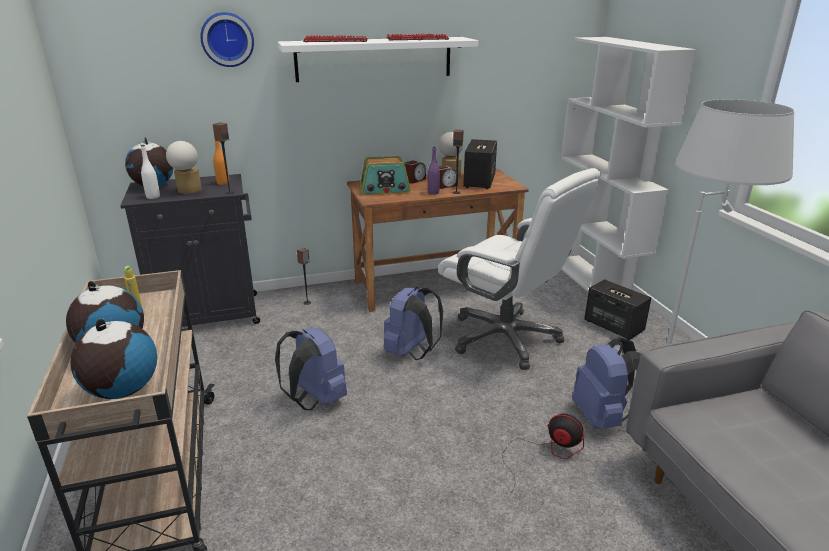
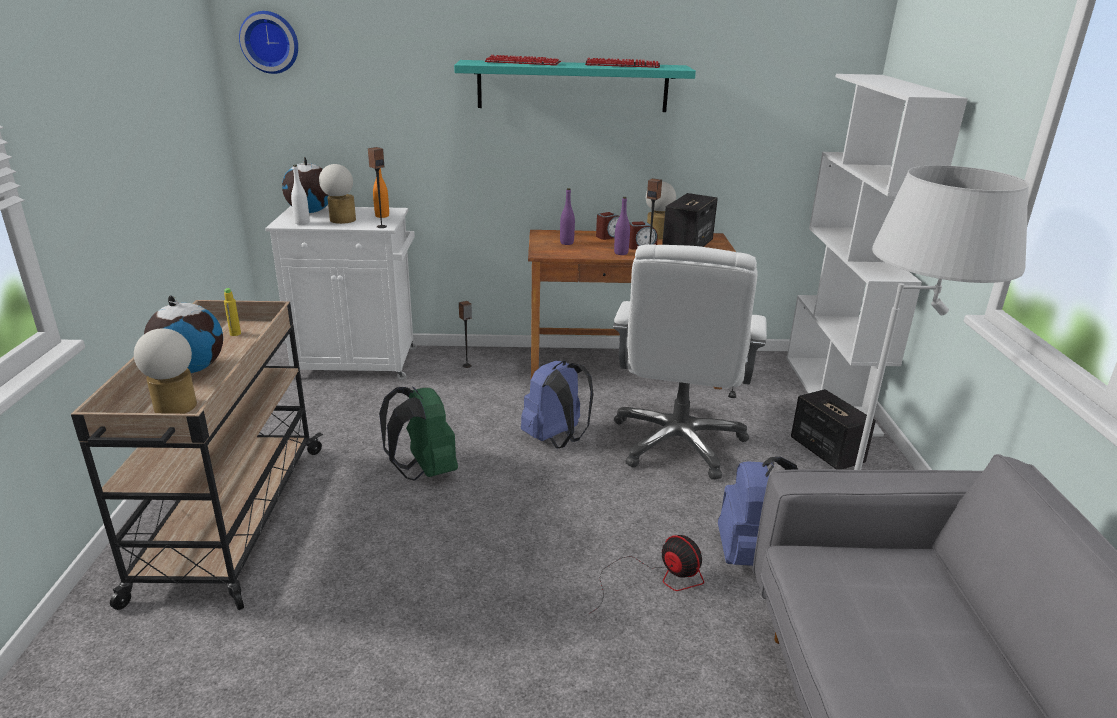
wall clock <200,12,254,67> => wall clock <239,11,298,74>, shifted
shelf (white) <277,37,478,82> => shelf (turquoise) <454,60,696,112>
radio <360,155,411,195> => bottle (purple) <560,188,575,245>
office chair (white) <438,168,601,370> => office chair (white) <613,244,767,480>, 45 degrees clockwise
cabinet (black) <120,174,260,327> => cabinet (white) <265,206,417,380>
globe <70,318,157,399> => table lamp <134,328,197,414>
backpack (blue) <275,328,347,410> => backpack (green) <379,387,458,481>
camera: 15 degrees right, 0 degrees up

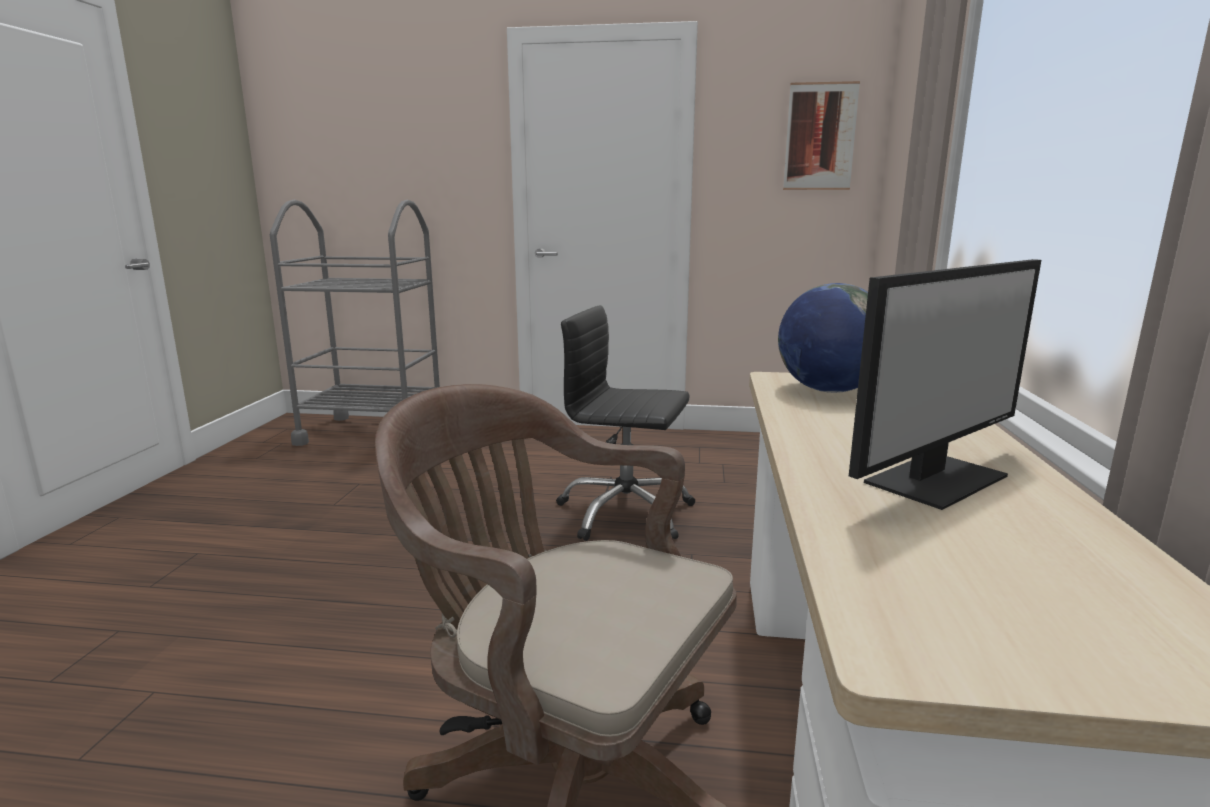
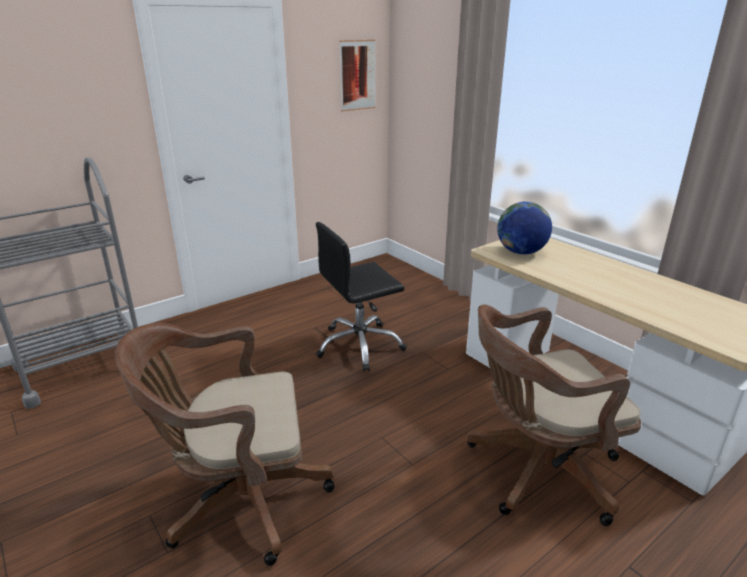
monitor <849,259,1041,510> => nothing
nothing => office chair (brown) <115,323,334,566>
camera: 45 degrees left, 10 degrees up

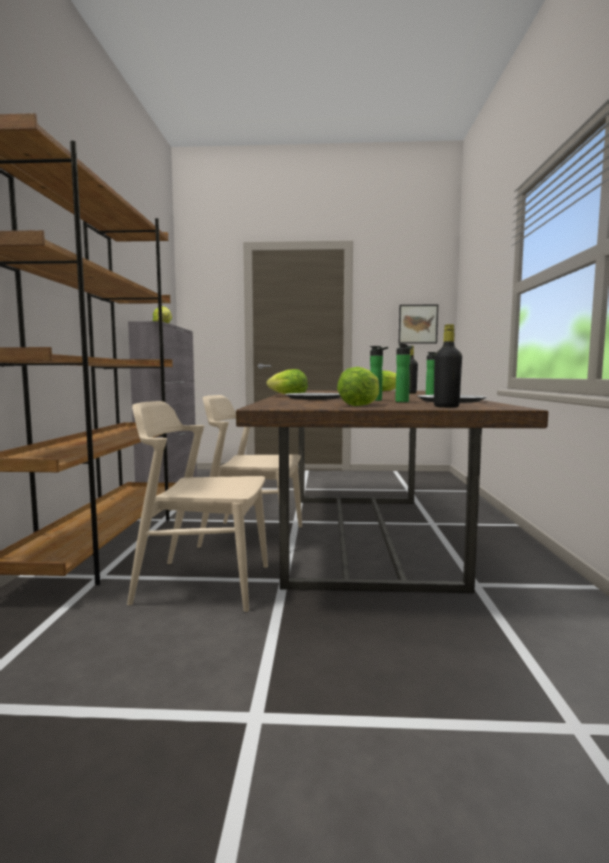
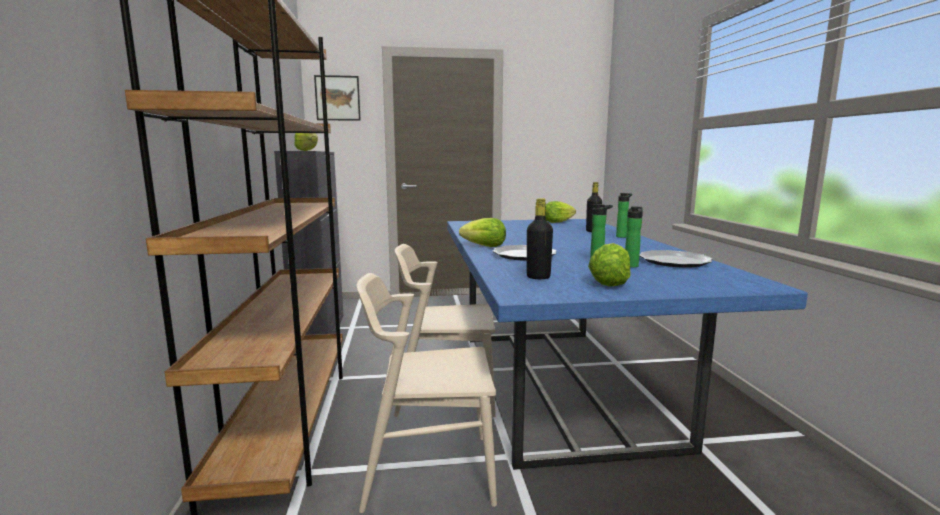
picture <399,305,438,344> => picture <314,75,361,121>, shifted
bottle (black) <434,324,462,408> => bottle (black) <526,198,553,279>, shifted
dining table (brown) <236,391,548,594> => dining table (blue) <447,219,808,470>
camera: 10 degrees left, 5 degrees up

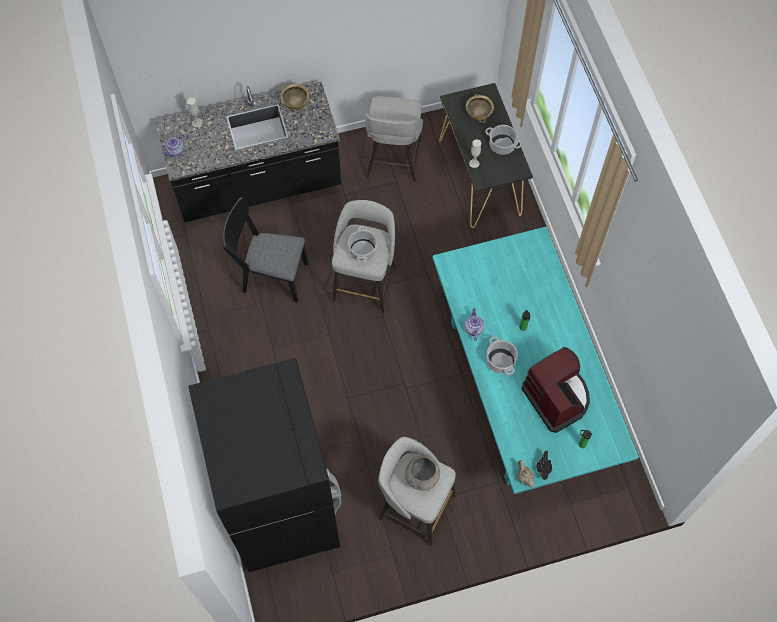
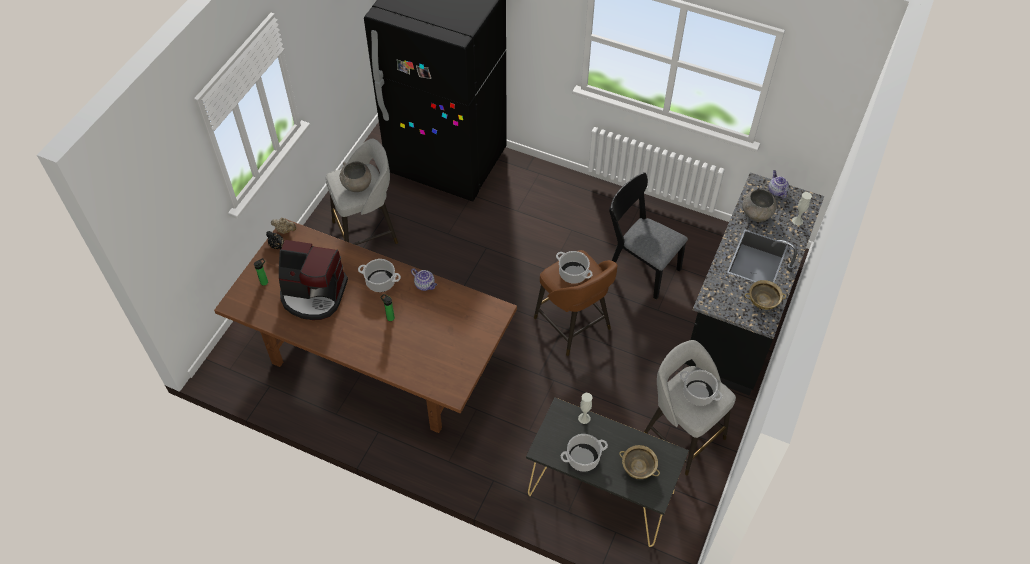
chair (black) <223,197,309,302> => chair (black) <609,172,688,300>, 105 degrees counterclockwise
stool (grey) <332,200,396,313> => stool (brown) <534,250,618,356>
dining table (turquoise) <433,227,639,494> => dining table (brown) <214,219,517,433>
nothing => bowl (grey) <742,189,777,222>
nothing => cooking pot <680,370,722,406>
camera: 130 degrees right, 10 degrees down

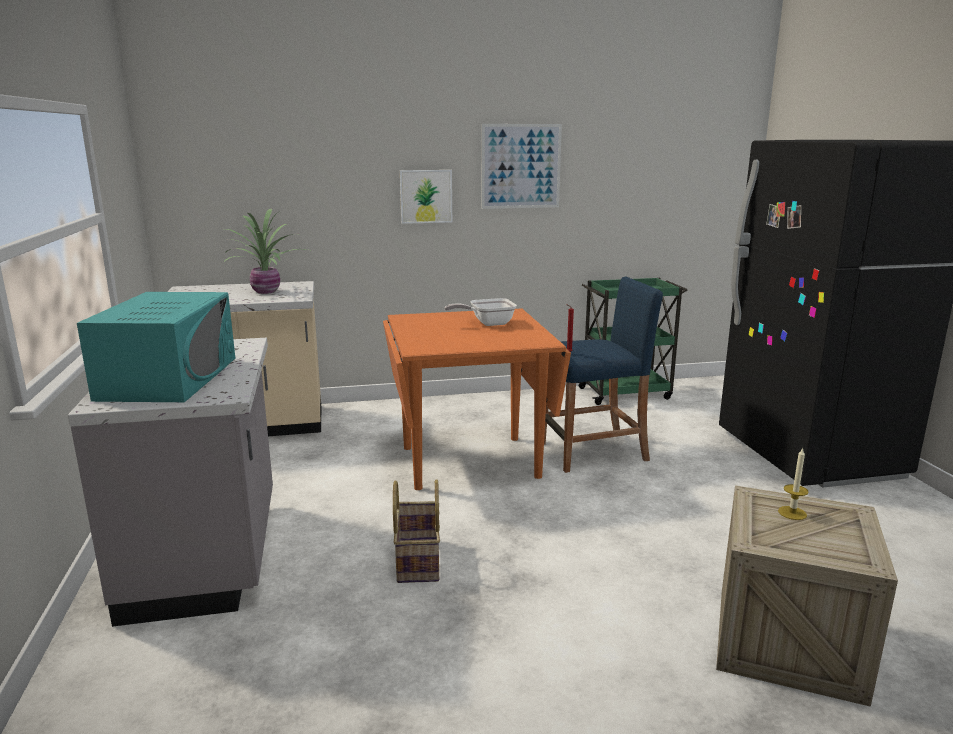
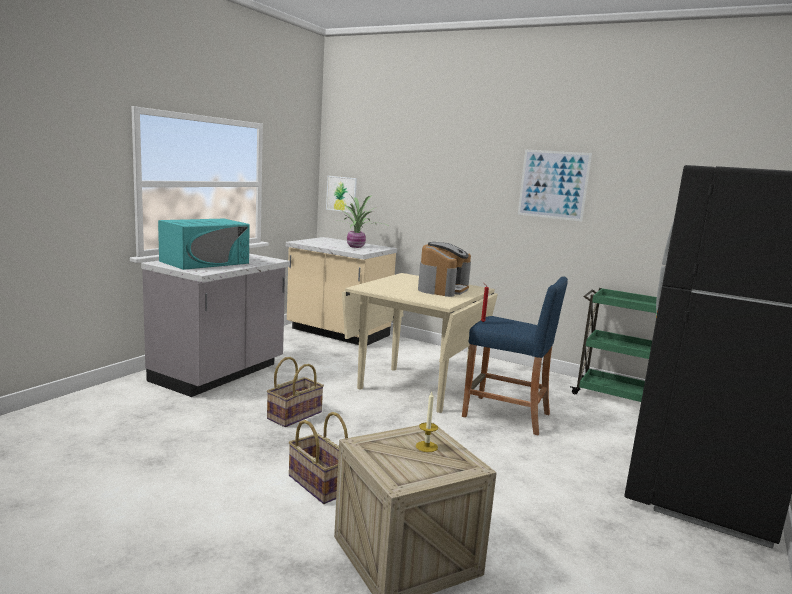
picture <400,170,452,224> => picture <326,176,357,212>, shifted
frying pan <444,298,517,326> => coffee machine <418,242,471,297>
dining table (orange) <383,308,571,490> => dining table (beige) <342,273,498,413>
nothing => basket <289,412,348,504>
camera: 40 degrees right, 5 degrees down

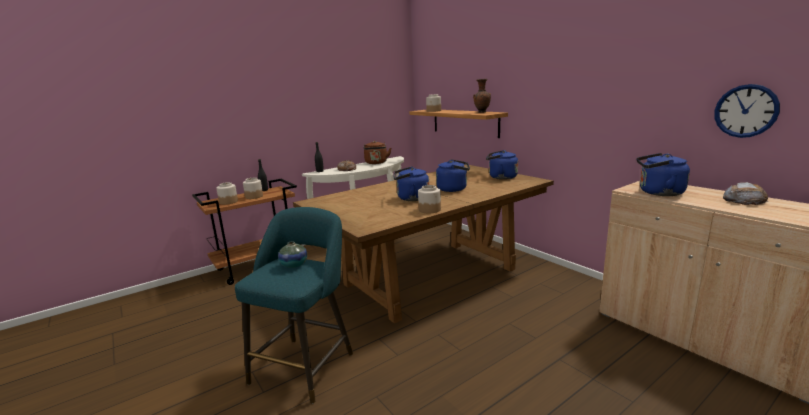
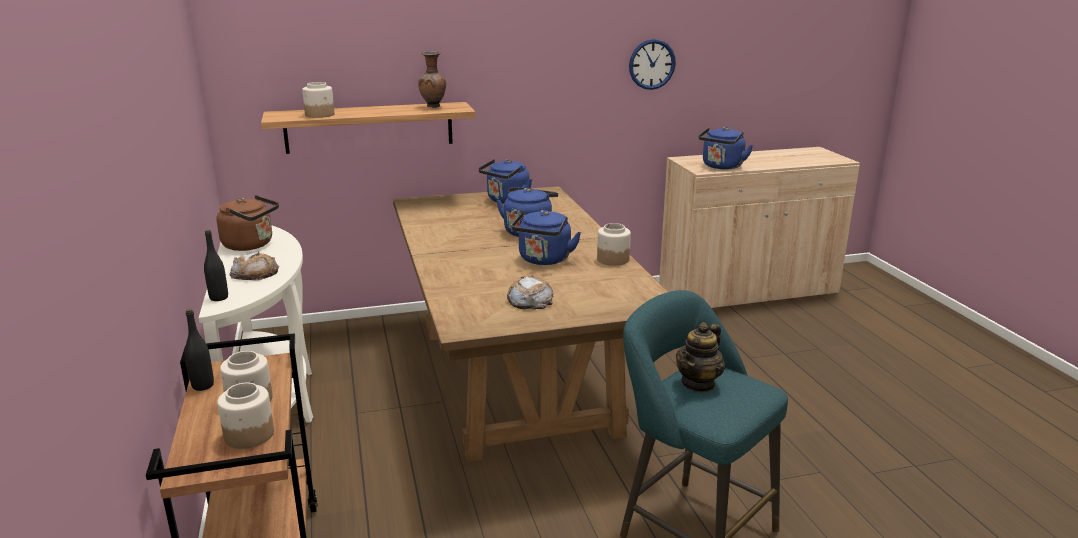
wall clock <714,84,780,138> => wall clock <629,39,676,90>, shifted
bread <723,182,768,205> => bread <507,275,554,310>, shifted
vase <278,241,307,268> => teapot <676,322,725,393>
camera: 70 degrees left, 5 degrees up

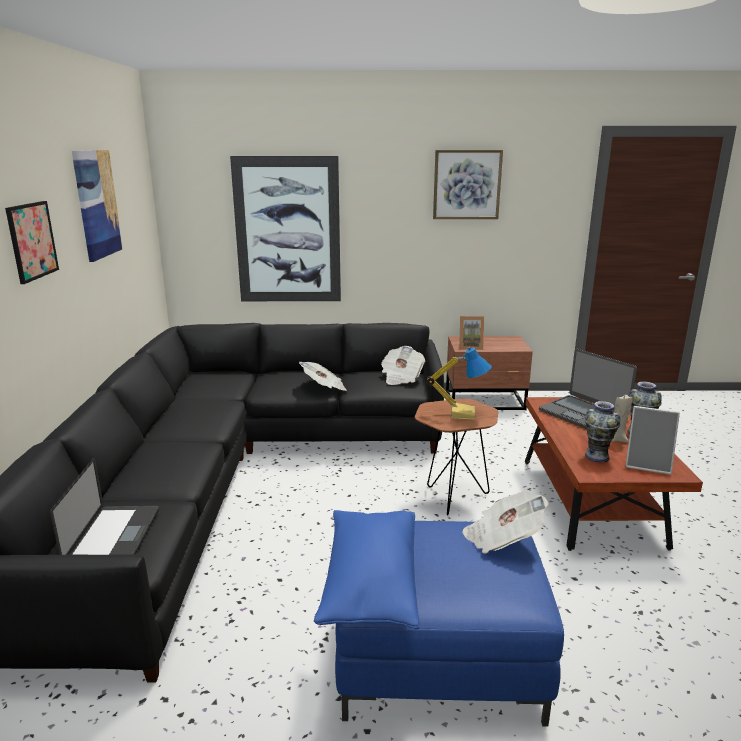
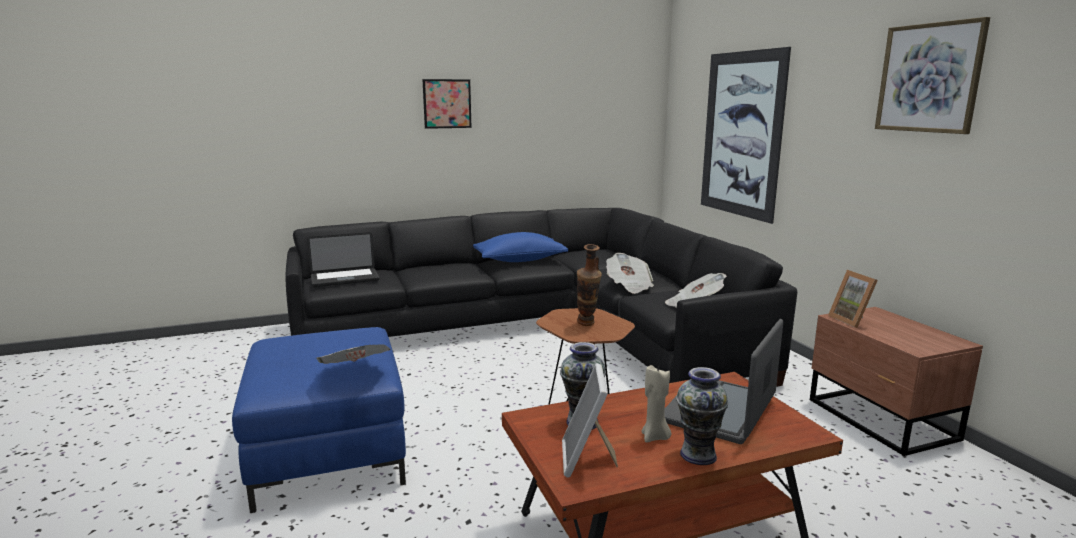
picture <72,150,123,262> => nothing
table lamp <427,347,492,420> => vase <577,244,602,326>
pillow (blue) <314,510,419,629> => pillow (blue) <473,232,568,262>, shifted
camera: 70 degrees right, 5 degrees down

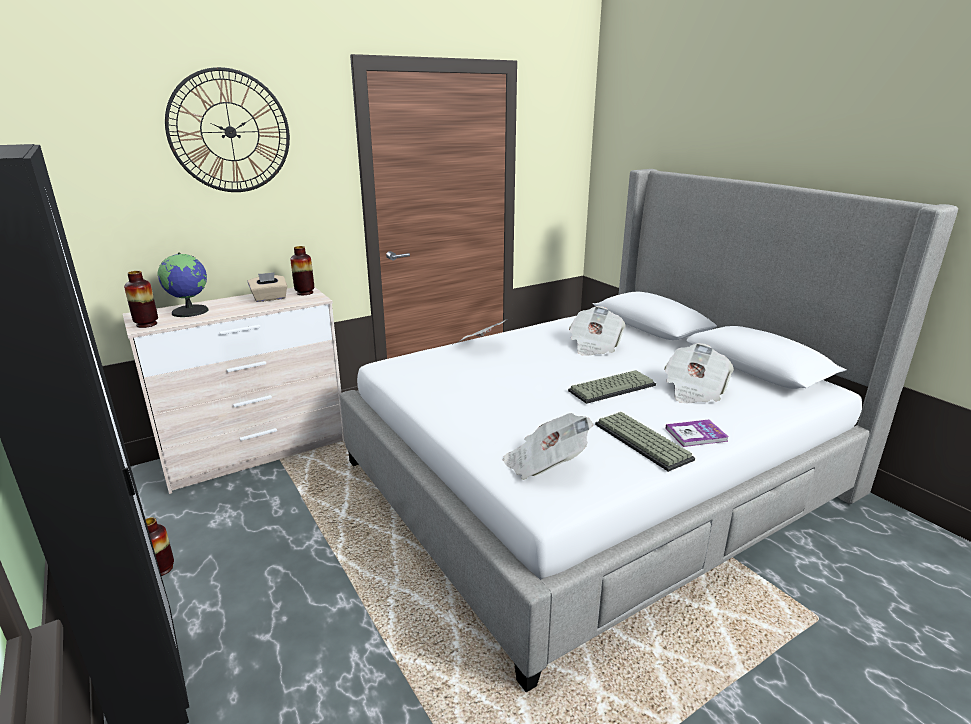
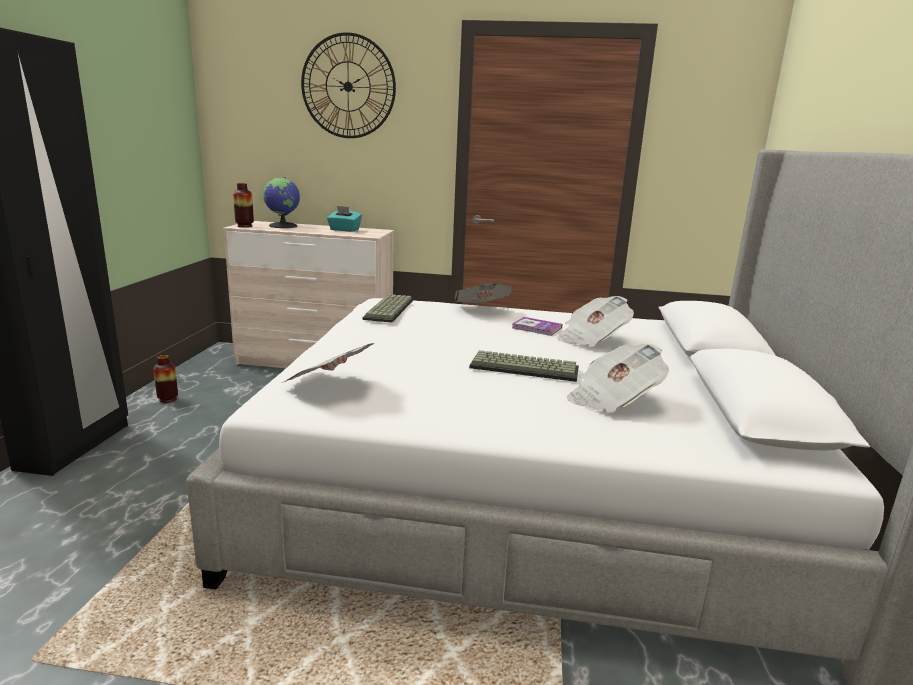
vase <290,246,314,295> => nothing
tissue box (beige) <248,272,287,302> => tissue box (turquoise) <327,206,362,232>
keyboard <595,412,695,472> => keyboard <363,294,413,323>, shifted
book <665,420,729,447> => book <512,317,562,336>, shifted
camera: 40 degrees right, 5 degrees down

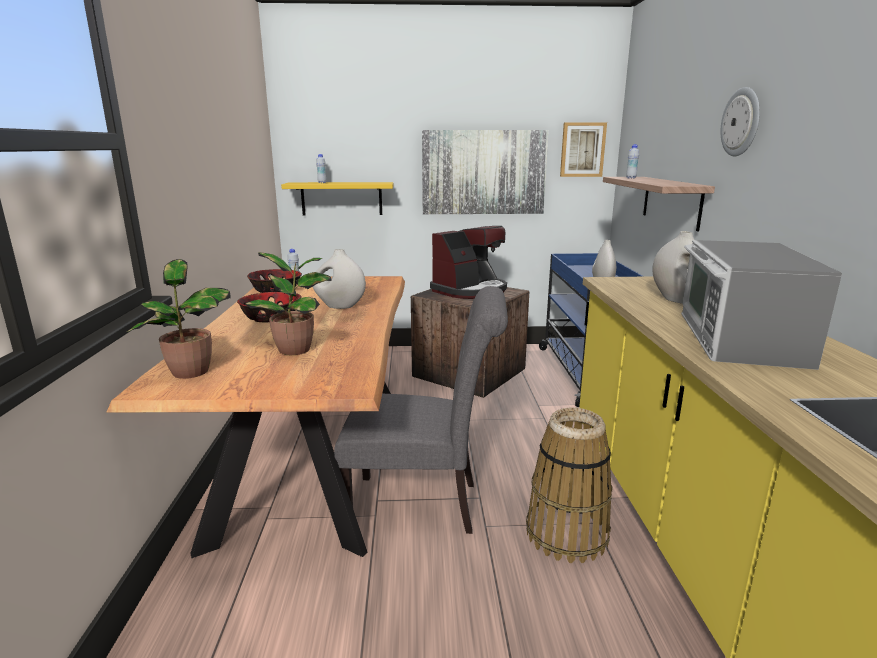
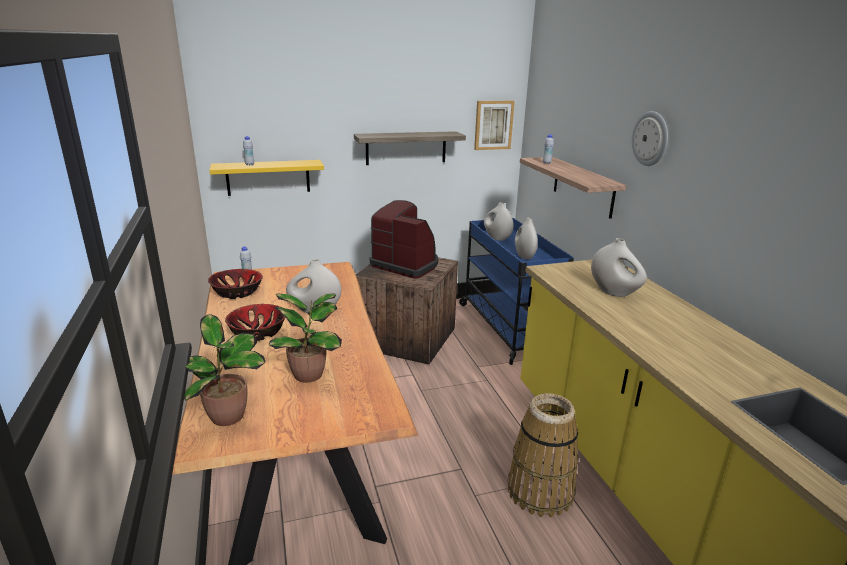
picture <422,130,549,214> => shelf <354,131,466,165>
coffee machine <430,226,507,299> => coffee machine <370,200,438,278>, 90 degrees counterclockwise
microwave <681,240,842,370> => nothing
chair (grey) <334,286,508,534> => nothing
nothing => vase (white) <484,202,514,241>
camera: 15 degrees left, 5 degrees up

